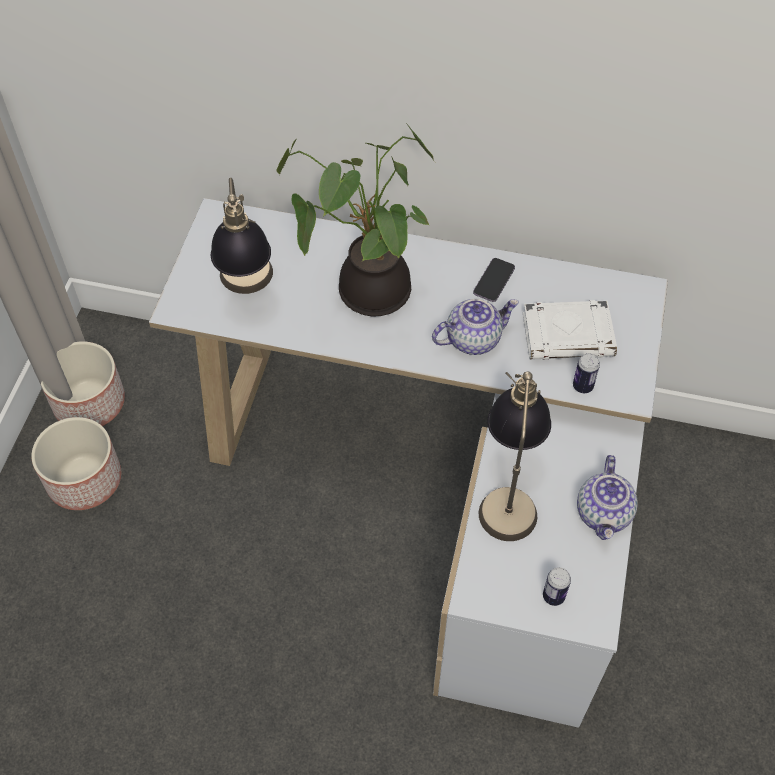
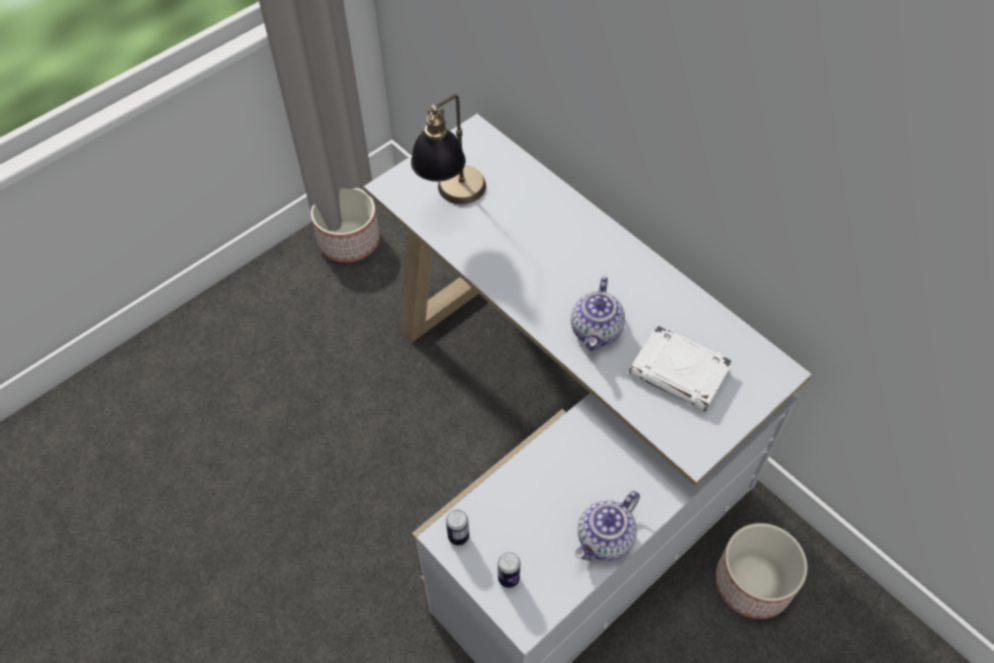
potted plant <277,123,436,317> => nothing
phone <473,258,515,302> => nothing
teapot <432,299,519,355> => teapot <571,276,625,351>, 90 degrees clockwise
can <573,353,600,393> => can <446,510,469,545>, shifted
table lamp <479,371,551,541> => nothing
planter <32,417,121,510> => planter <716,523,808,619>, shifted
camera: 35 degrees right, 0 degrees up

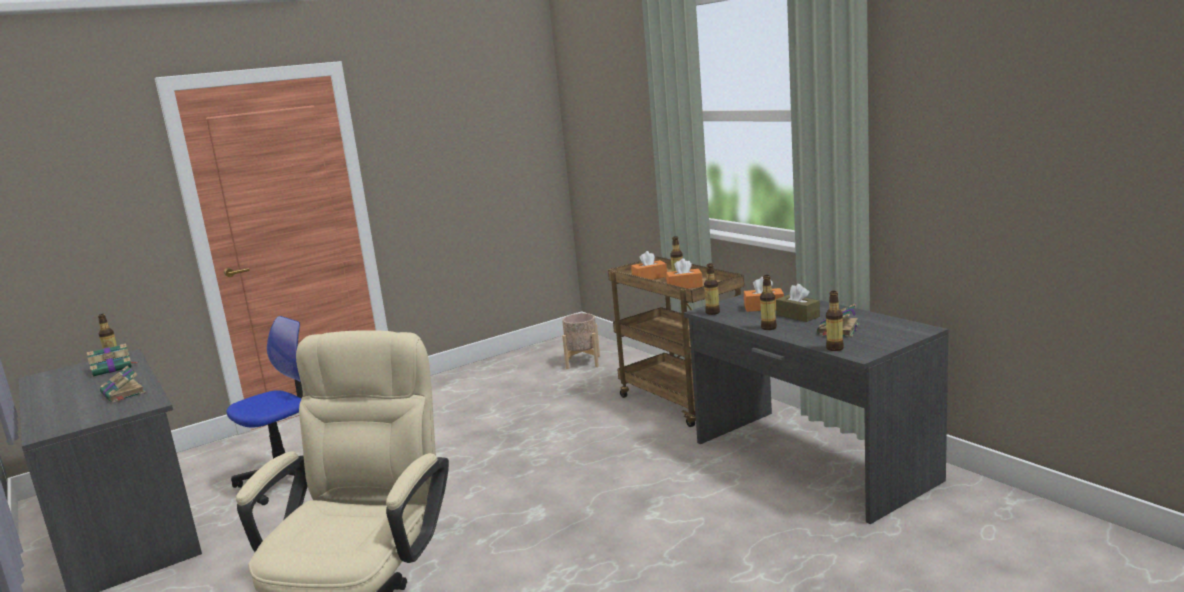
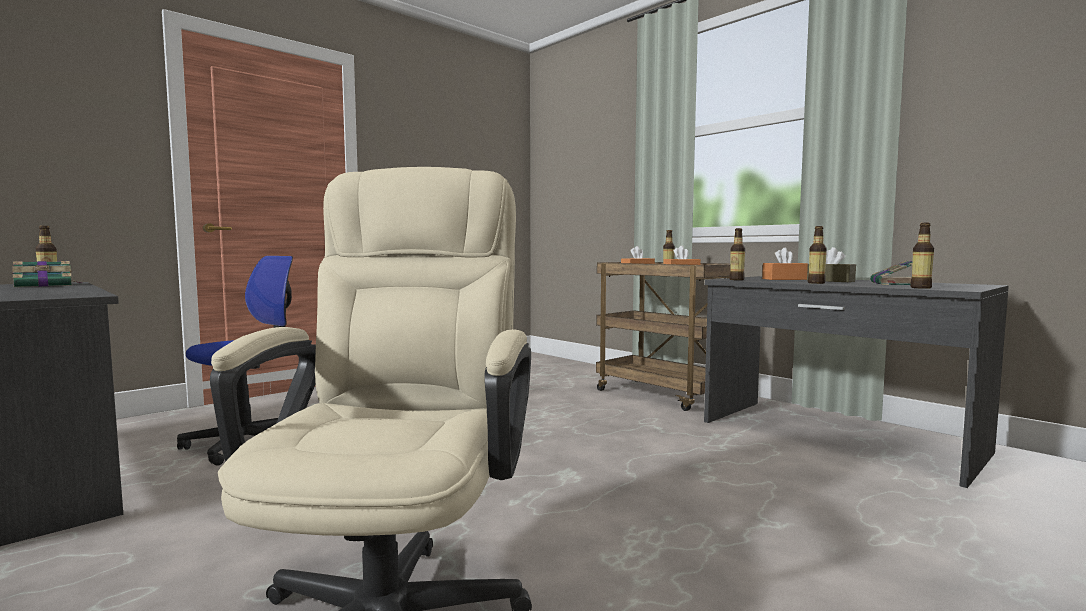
planter (beige) <562,313,600,369> => nothing
book <100,366,146,403> => nothing
camera: 10 degrees left, 10 degrees down

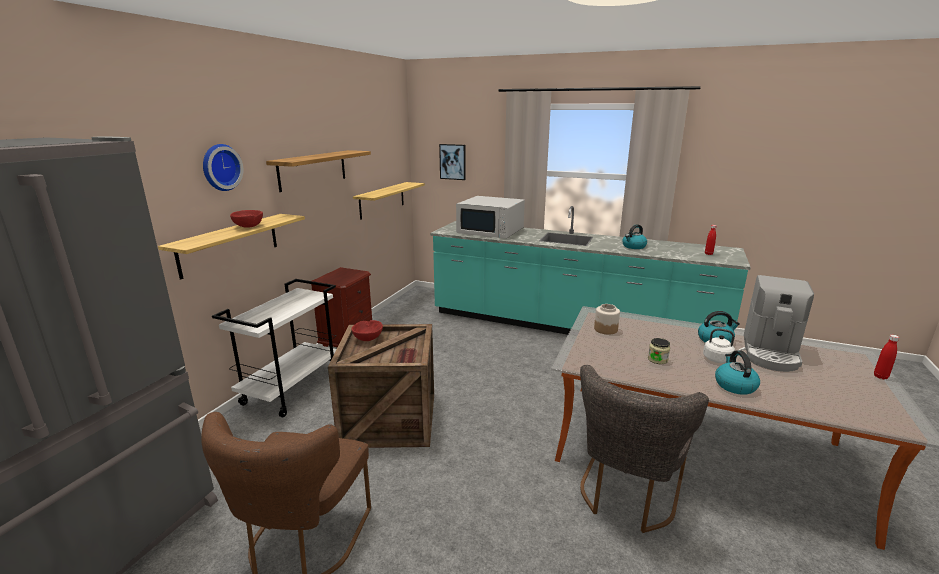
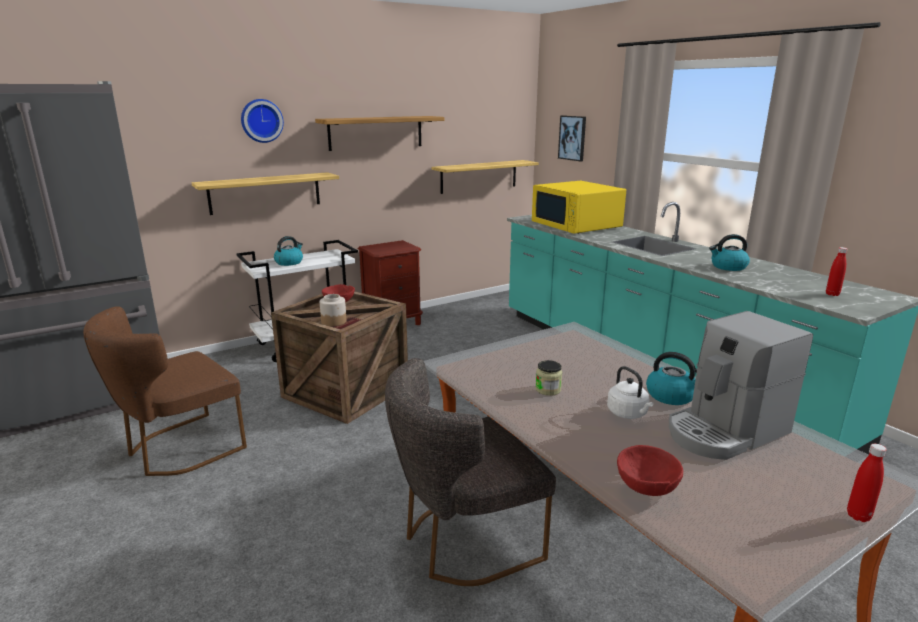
microwave (white) <456,196,525,239> => microwave (yellow) <532,181,626,234>
bowl (red) <230,210,263,228> => bowl (red) <617,445,683,496>, shifted
jar <594,304,620,335> => jar <320,294,347,326>, shifted
kettle <715,350,760,395> => kettle <274,236,303,266>, shifted
camera: 35 degrees right, 0 degrees up

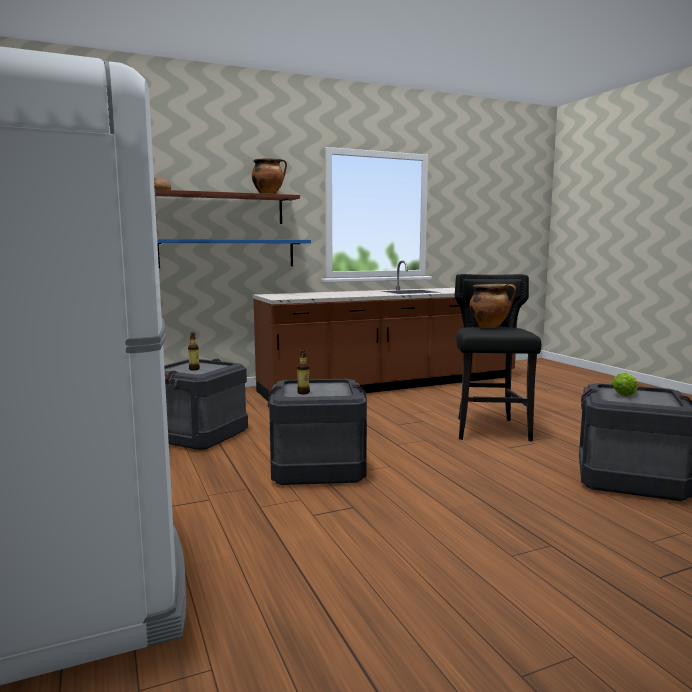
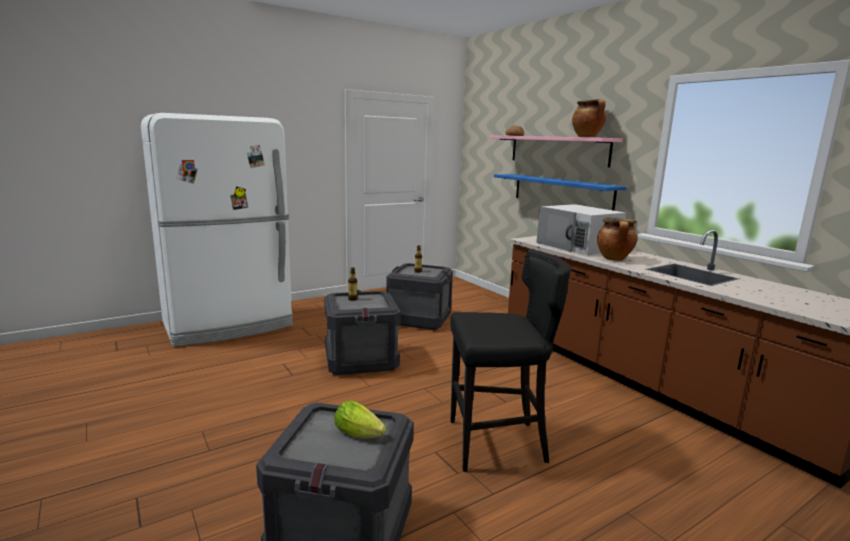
shelf (brown) <154,189,300,224> => shelf (pink) <490,136,623,167>
cooking pot <469,284,516,328> => cooking pot <597,218,637,261>, shifted
nothing => microwave (white) <536,204,626,255>
camera: 80 degrees right, 5 degrees up

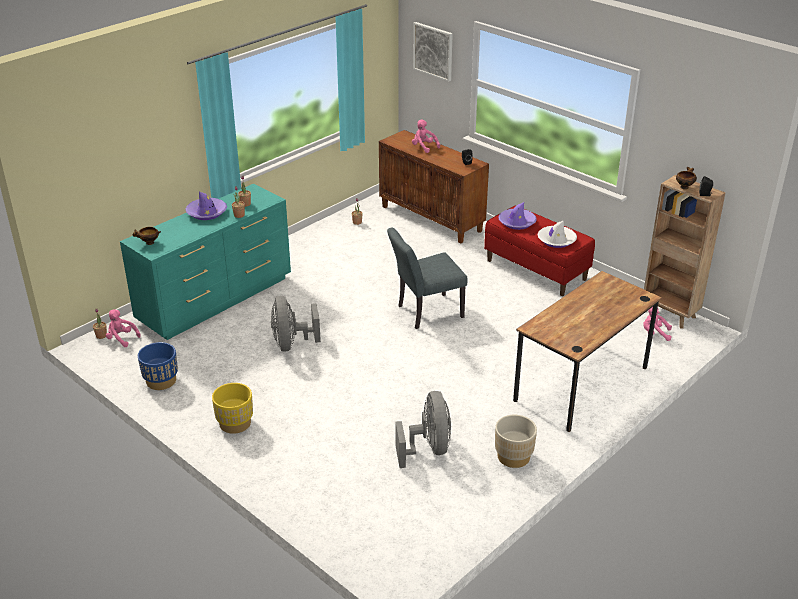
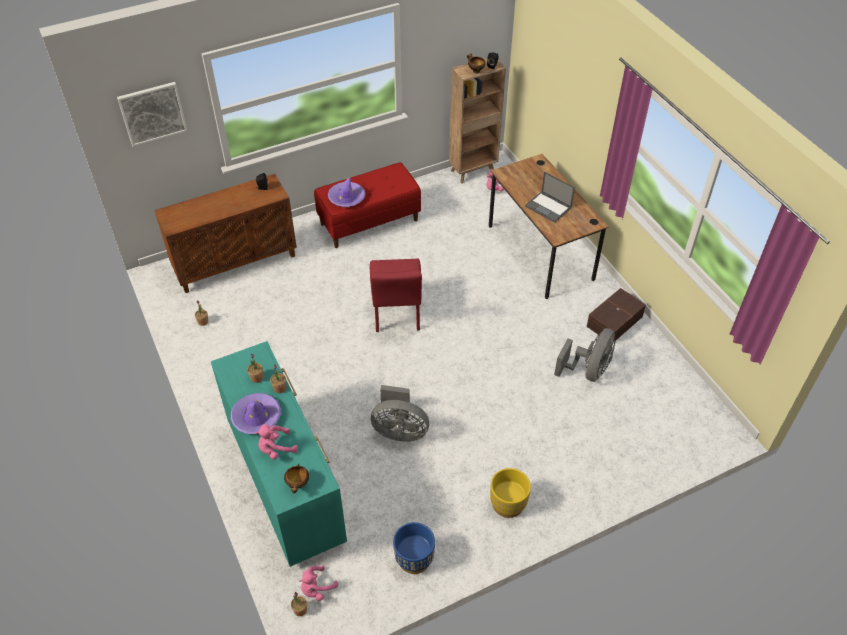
plush toy (pink) <412,119,440,153> => plush toy (pink) <256,424,298,460>, shifted
hat (white) <537,221,577,248> => nothing
chair (grey) <387,227,467,329> => chair (red) <370,259,422,332>
fan (grey) <396,391,451,468> => fan (grey) <554,328,615,382>, 105 degrees clockwise
planter (beige) <495,415,537,468> => storage box (brown) <586,288,646,343>
nothing => laptop <525,172,575,223>
camera: 70 degrees left, 15 degrees up

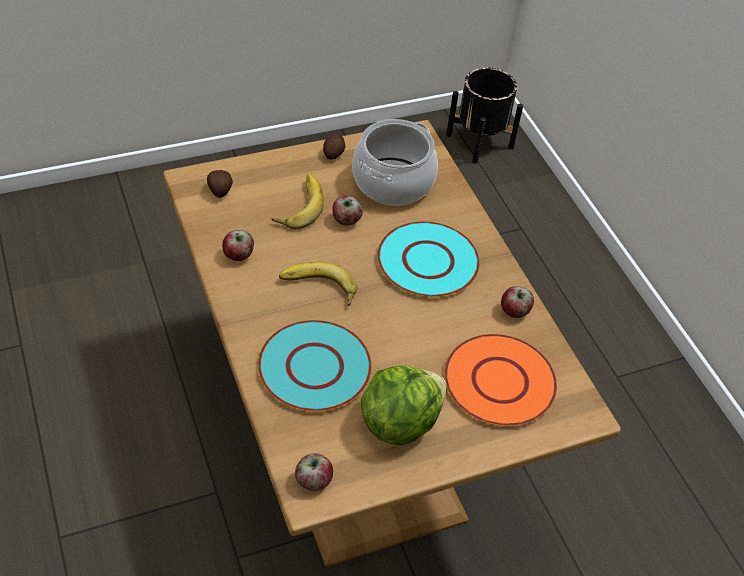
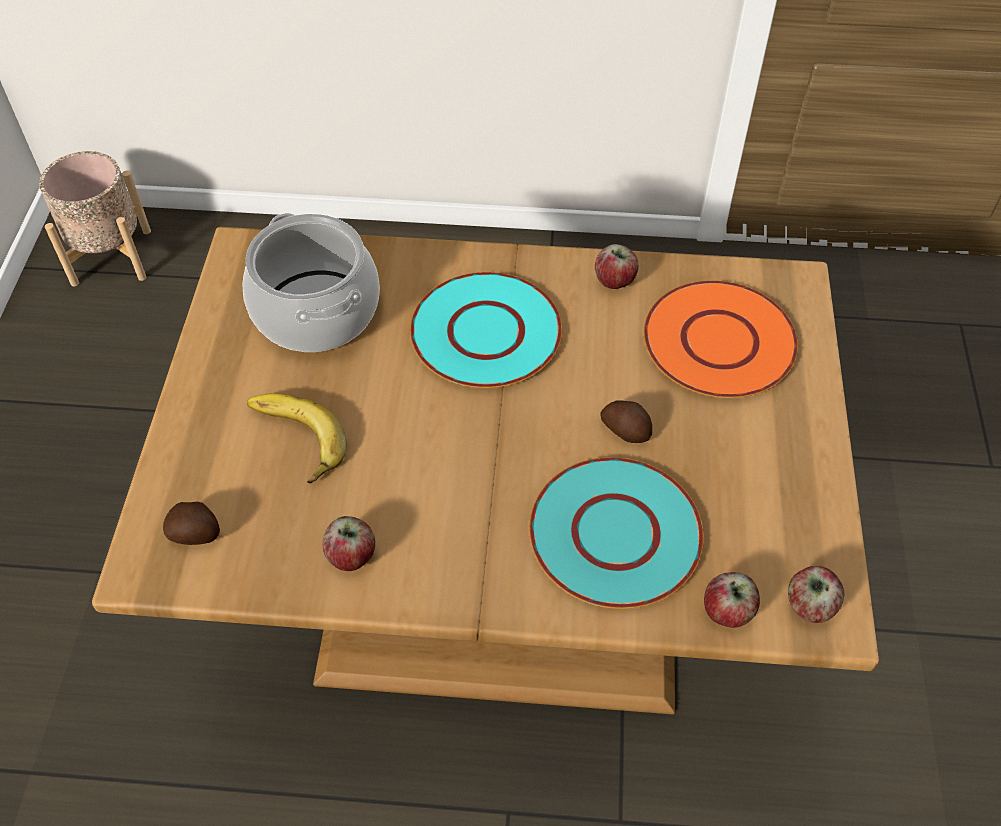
planter (black) <446,67,523,164> => planter (beige) <39,151,151,287>
potato <323,133,346,160> => potato <600,400,652,443>, shifted
apple <332,196,363,226> => apple <704,572,760,628>, shifted
banana <279,262,358,306> => nothing
lettuce <361,365,447,445> => nothing
camera: 60 degrees left, 5 degrees up

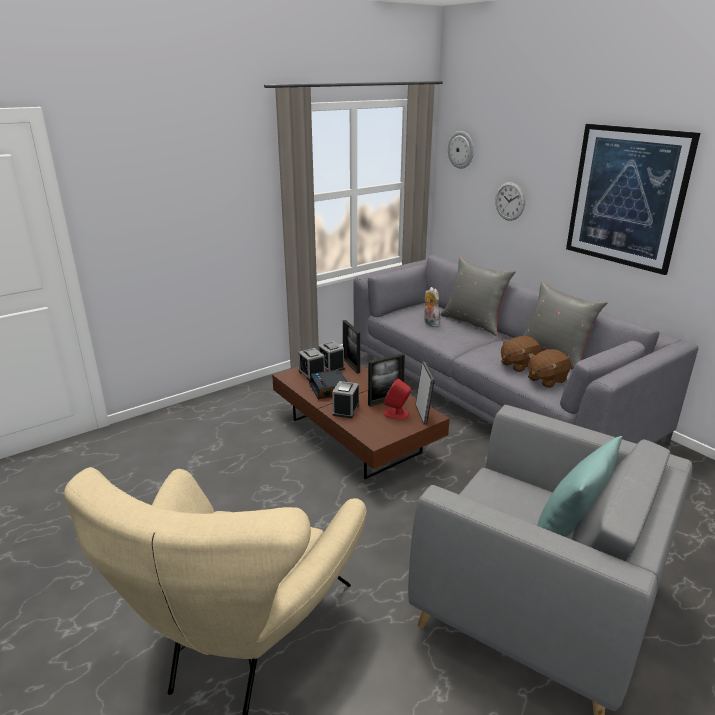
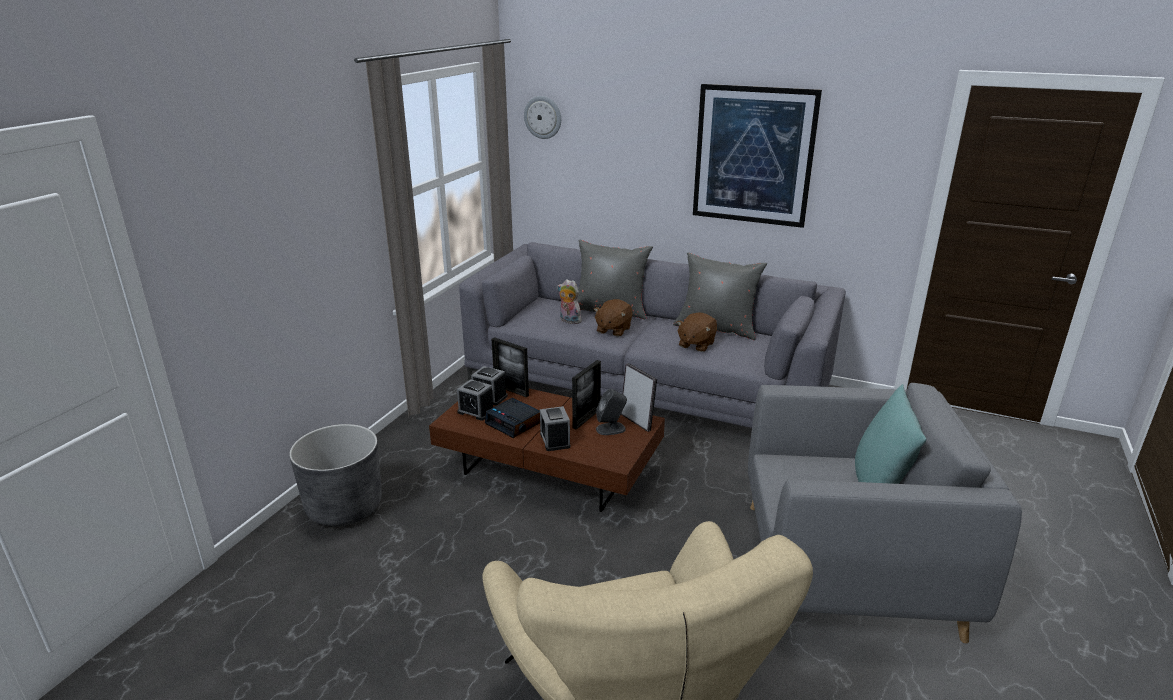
wall clock <495,182,525,221> => nothing
plush toy (brown) <528,349,571,388> => plush toy (brown) <594,299,633,337>, shifted
speaker (red) <383,378,411,419> => speaker (grey) <596,389,627,435>
nothing => planter (grey) <289,424,382,527>
camera: 30 degrees left, 0 degrees up

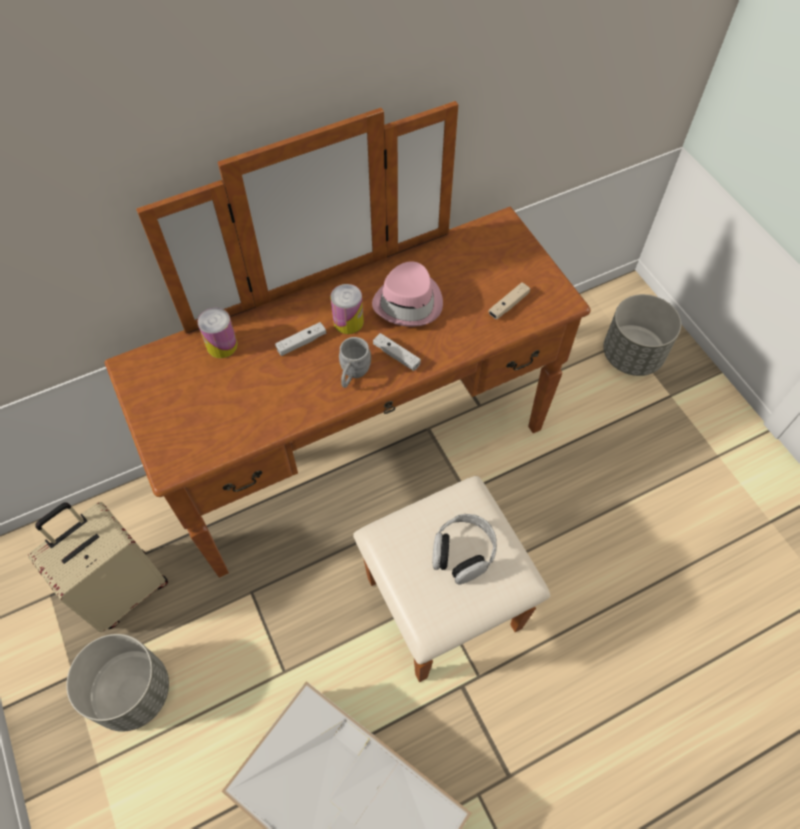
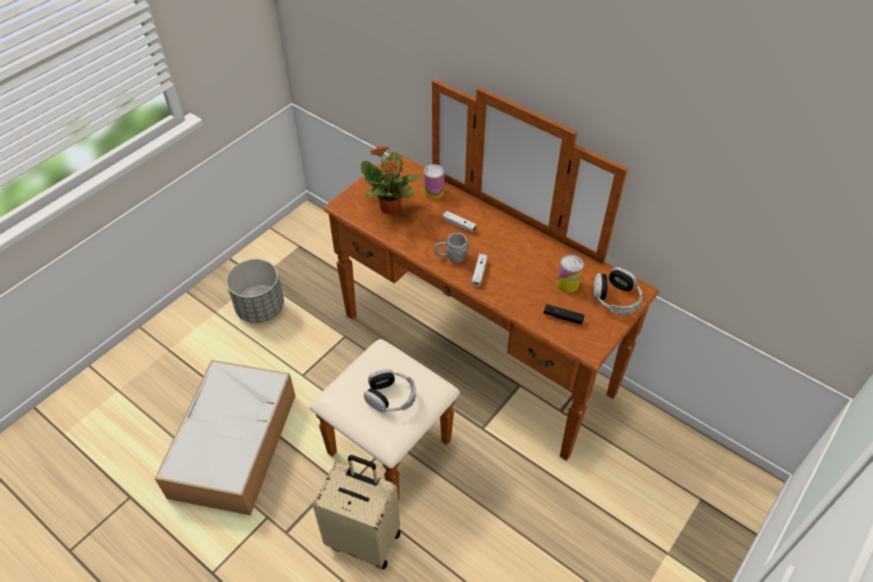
hat (pink) <372,262,443,327> => nothing
game controller (beige) <488,282,530,320> => game controller (black) <544,304,585,325>
can <330,284,364,334> => can <556,255,584,293>, shifted
planter (grey) <603,294,681,376> => nothing
suitcase (beige) <28,502,168,632> => suitcase (beige) <313,455,401,570>, shifted
nothing => potted plant <361,145,421,214>
nothing => headphones <594,267,643,315>
camera: 65 degrees right, 10 degrees down

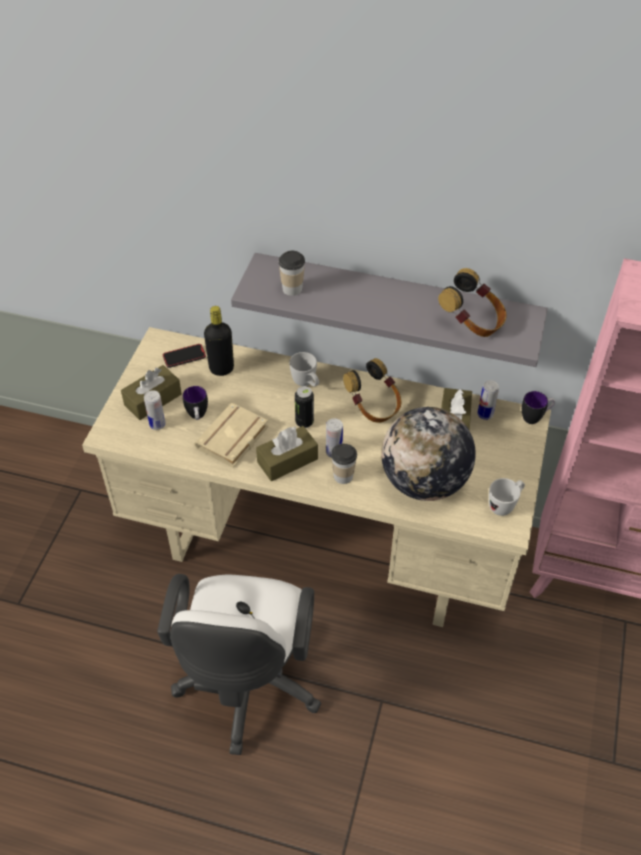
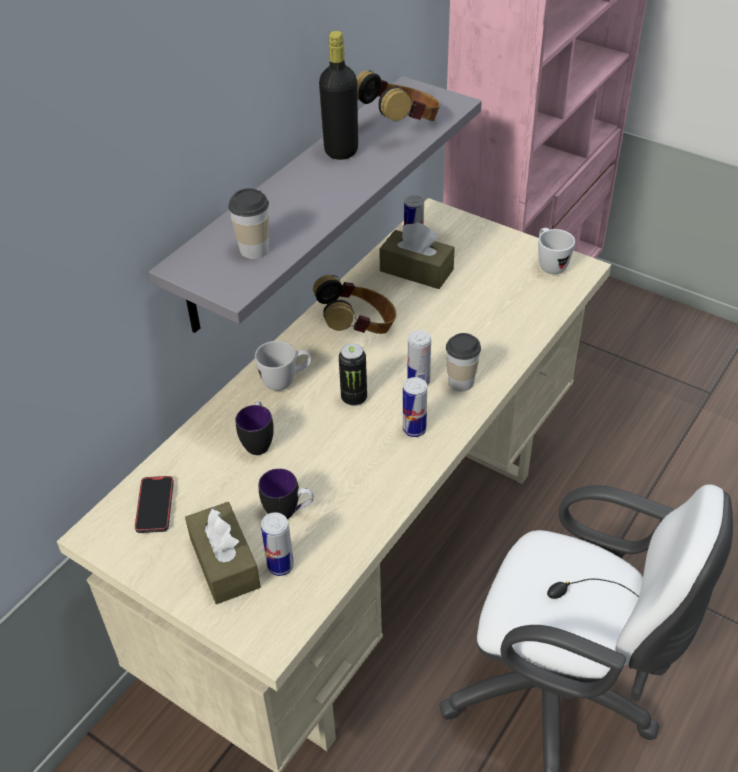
bottle (black) <204,306,234,376> => bottle (black) <319,31,358,160>, shifted
mug <522,391,555,424> => mug <235,401,274,455>, shifted
book (beige) <194,403,268,468> => nothing
globe <381,407,476,501> => nothing
tissue box (brown) <256,426,318,481> => can <403,377,427,437>
camera: 70 degrees left, 5 degrees down

